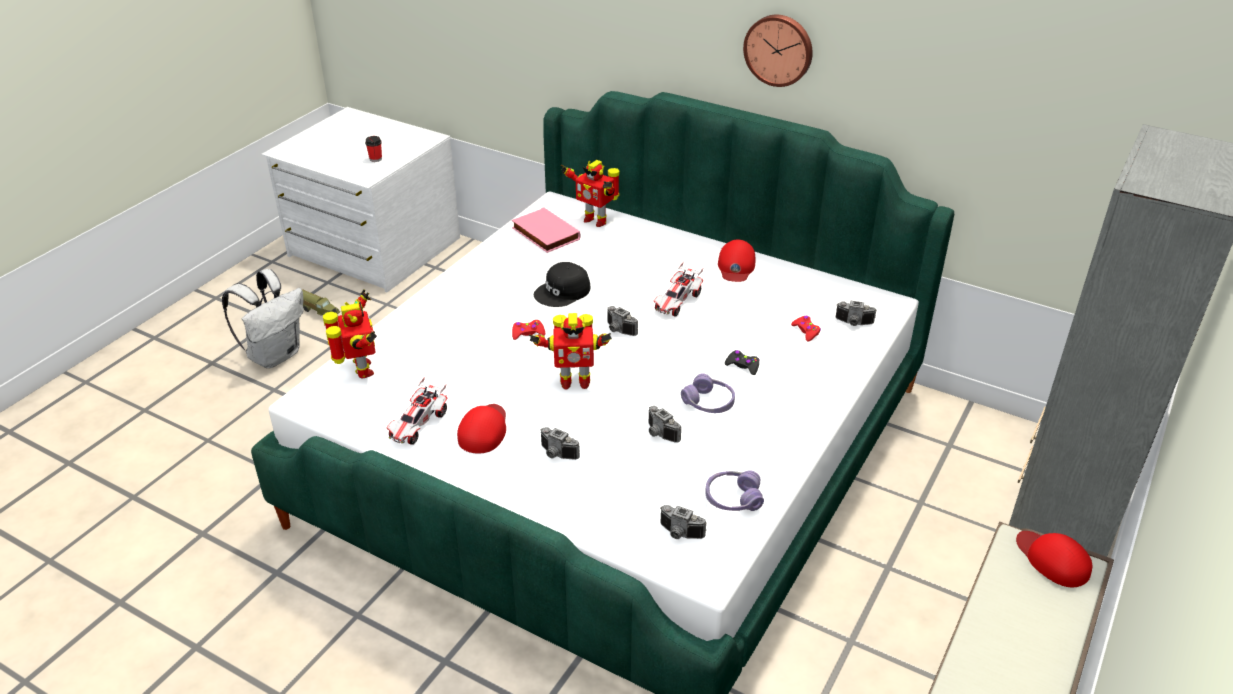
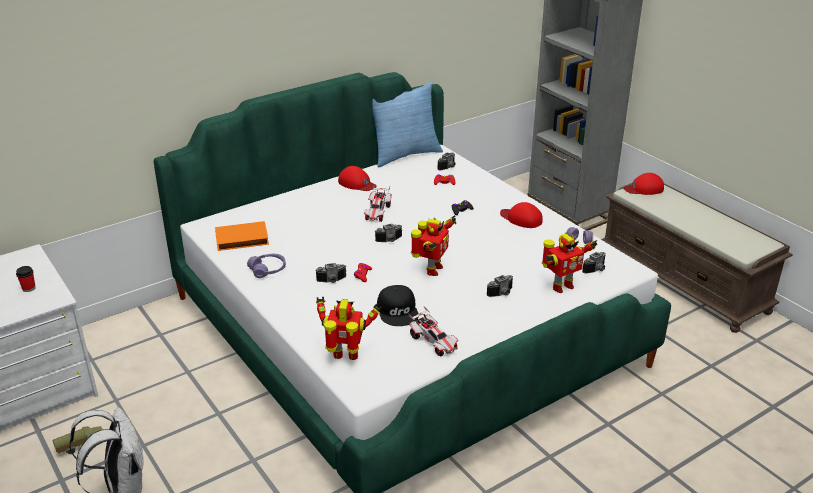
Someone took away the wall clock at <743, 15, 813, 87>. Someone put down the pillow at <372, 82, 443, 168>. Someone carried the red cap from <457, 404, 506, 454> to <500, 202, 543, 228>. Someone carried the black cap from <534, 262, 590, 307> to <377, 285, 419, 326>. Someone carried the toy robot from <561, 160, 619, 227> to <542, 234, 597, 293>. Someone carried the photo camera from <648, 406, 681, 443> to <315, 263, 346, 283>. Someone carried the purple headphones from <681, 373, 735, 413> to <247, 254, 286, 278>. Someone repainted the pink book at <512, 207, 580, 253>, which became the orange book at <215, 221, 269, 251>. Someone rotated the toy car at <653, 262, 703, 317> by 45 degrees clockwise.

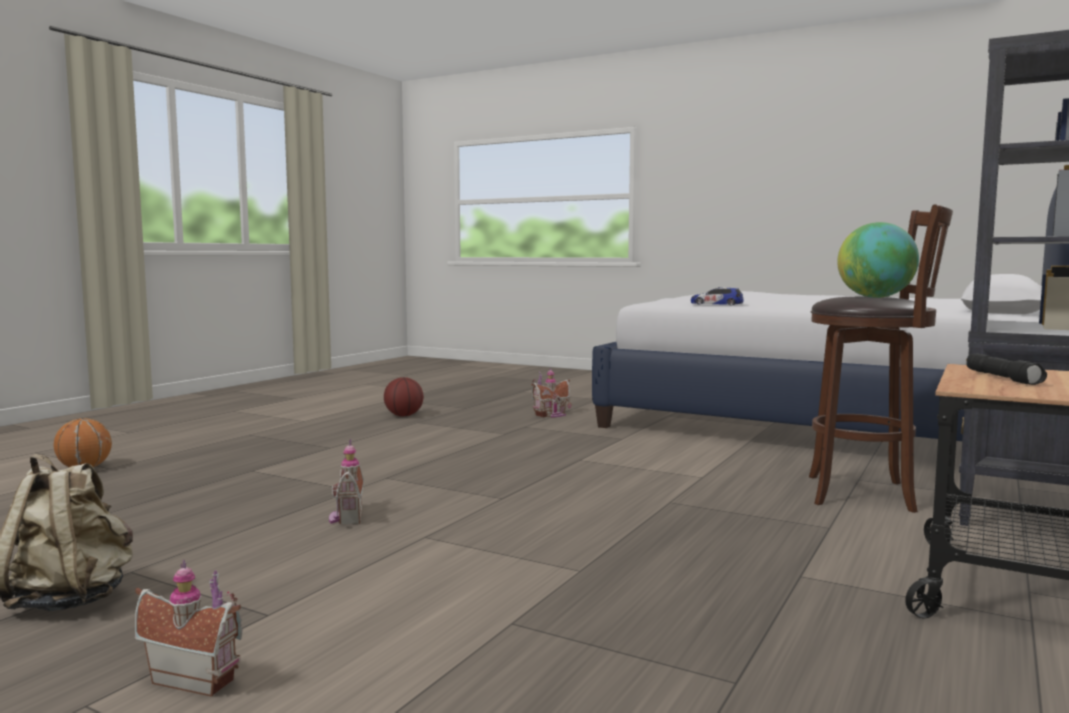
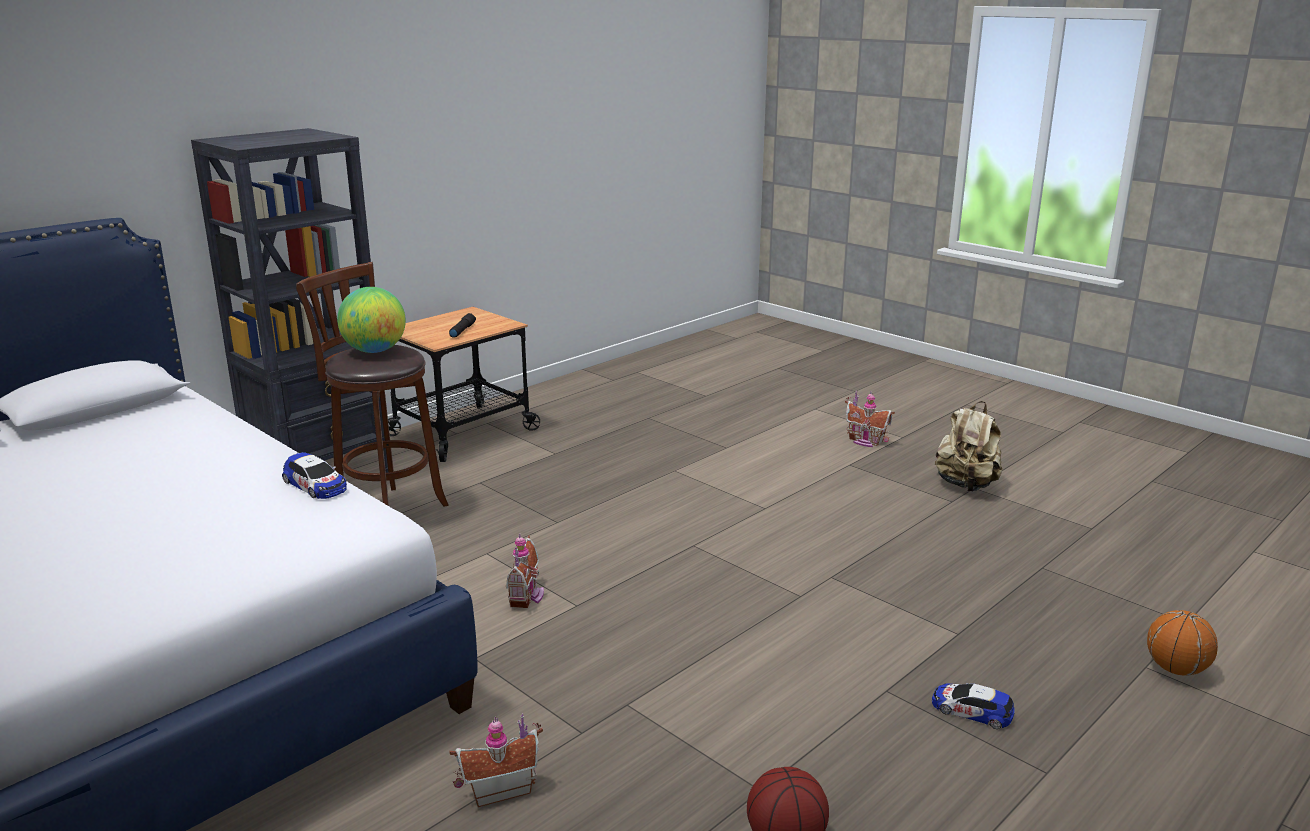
Someone put down the toy car at <932, 683, 1015, 729>. Someone carried the toy house from <329, 439, 364, 524> to <506, 534, 544, 608>.

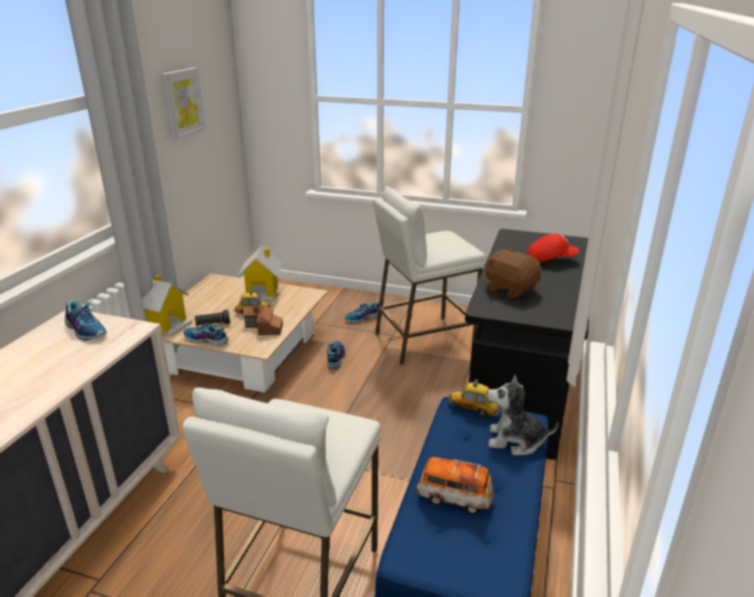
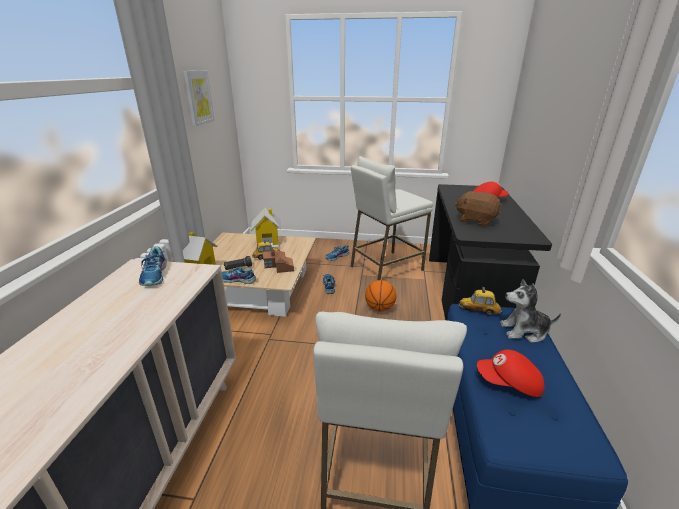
Someone put down the basketball at <365, 280, 396, 311>. Someone swapped the toy car at <417, 457, 494, 515> for the red cap at <477, 349, 544, 397>. Someone rotated the shoe at <65, 300, 107, 341> by 45 degrees clockwise.

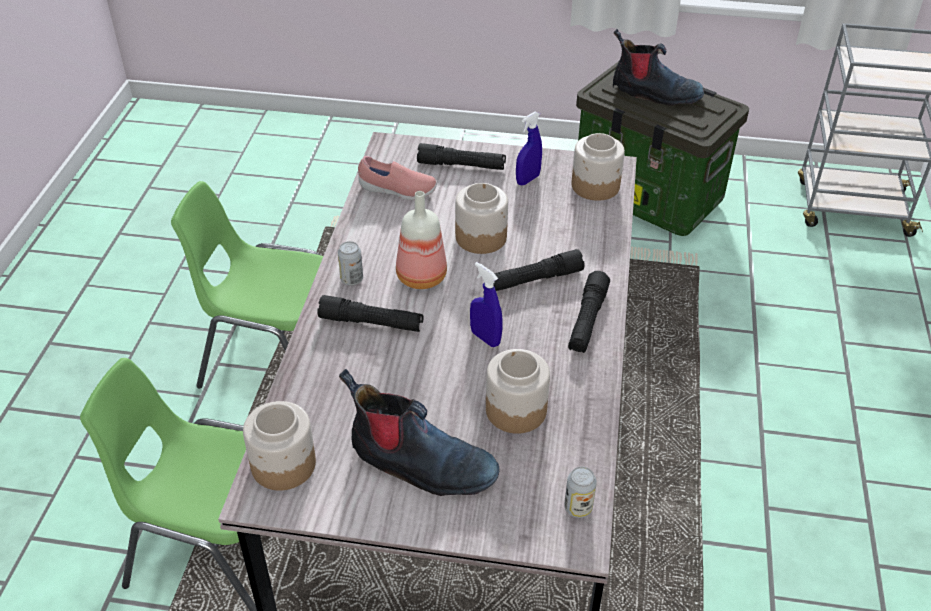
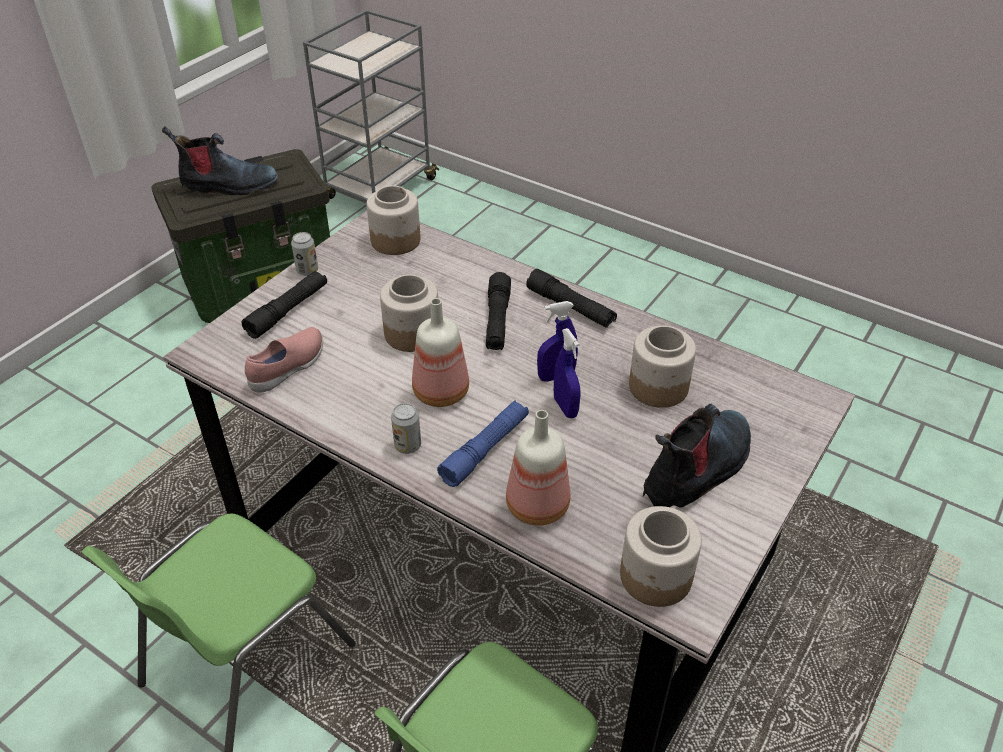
Someone put down the bottle at <506, 410, 570, 526>. Someone carried the blue spray bottle from <516, 111, 542, 185> to <554, 328, 581, 418>. Someone carried the can from <564, 467, 597, 518> to <291, 232, 318, 276>. Someone repainted the black flashlight at <317, 295, 423, 332>, which became the blue flashlight at <437, 401, 529, 487>. Someone rotated the boot at <613, 29, 704, 106> by 45 degrees clockwise.

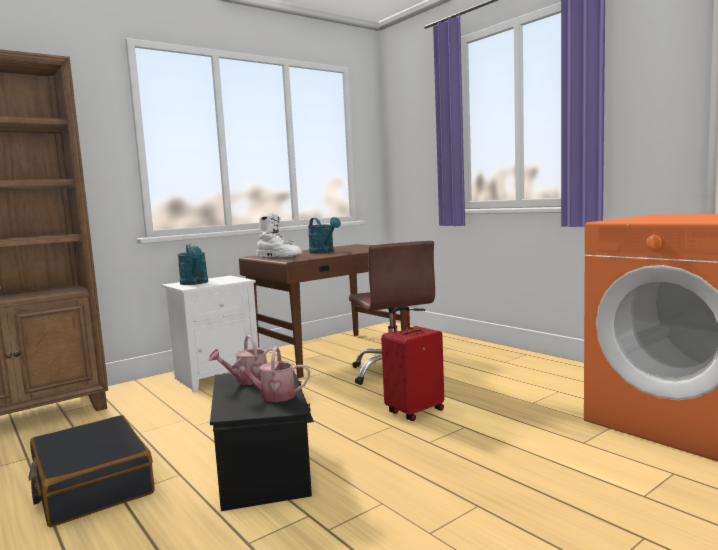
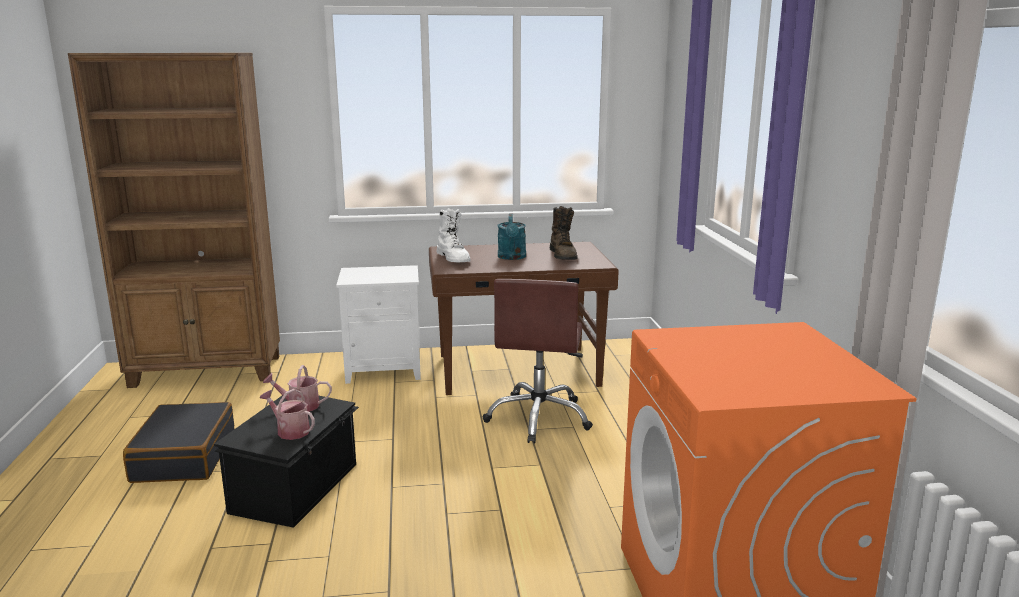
Someone took away the turquoise watering can at <177, 244, 208, 285>. Someone took away the red suitcase at <381, 306, 444, 421>. Someone put down the brown boot at <550, 206, 577, 260>.

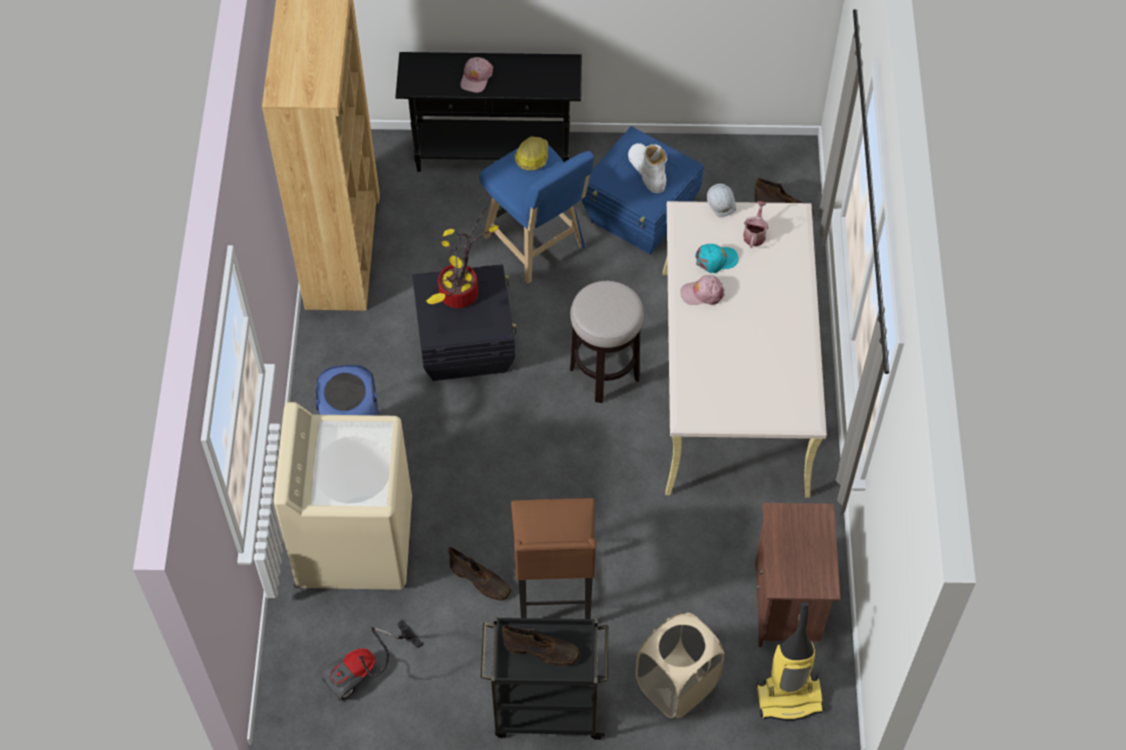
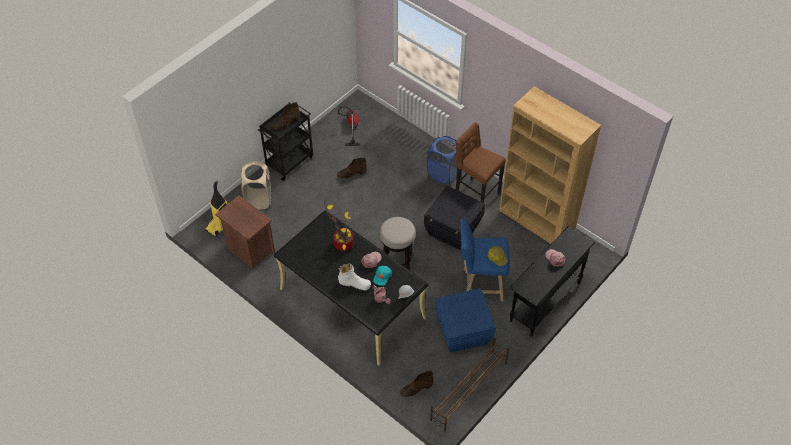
Someone took away the beige washing machine at <274, 402, 412, 590>. Someone put down the brown shoe rack at <430, 338, 509, 432>. Someone carried the potted plant from <426, 208, 499, 308> to <324, 202, 354, 251>. Someone carried the brown stool from <511, 498, 596, 619> to <456, 122, 506, 203>. Someone carried the white boot from <628, 143, 667, 193> to <338, 264, 371, 291>. Someone repainted the beige desk at <663, 201, 827, 497>, which became the black desk at <274, 210, 429, 366>.

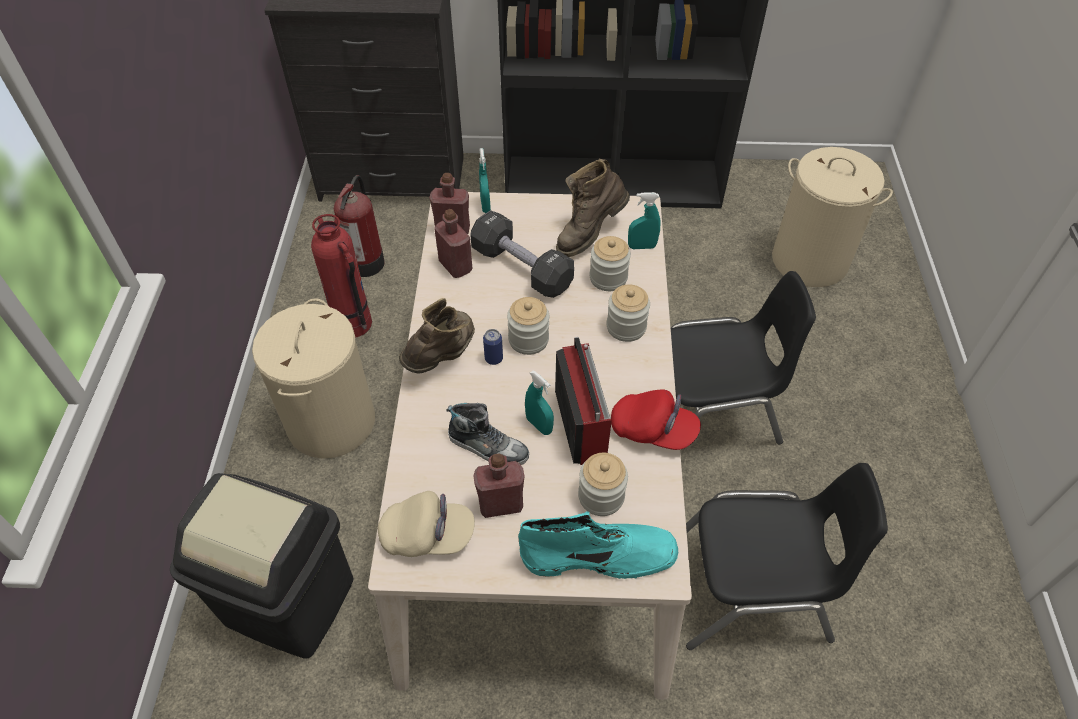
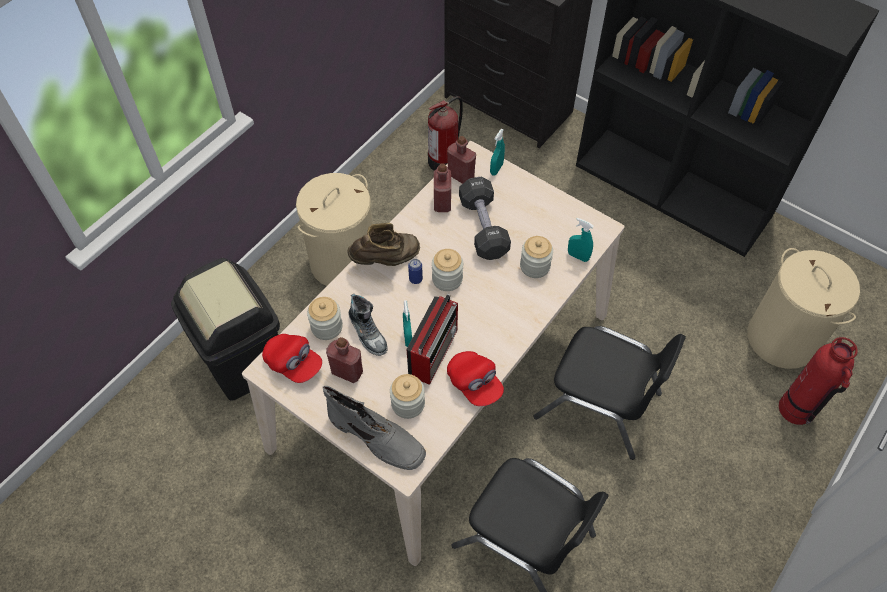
Someone took away the brown boot at <556, 159, 630, 257>. Someone carried the fire extinguisher from <311, 214, 372, 338> to <779, 337, 858, 425>. Someone carried the jar from <607, 284, 650, 342> to <307, 297, 343, 340>. Someone repainted the beige cap at <378, 491, 475, 557>, which became the red cap at <262, 334, 322, 383>. Someone repainted the turquoise boot at <518, 511, 678, 579>, which became the grey boot at <323, 386, 426, 470>.

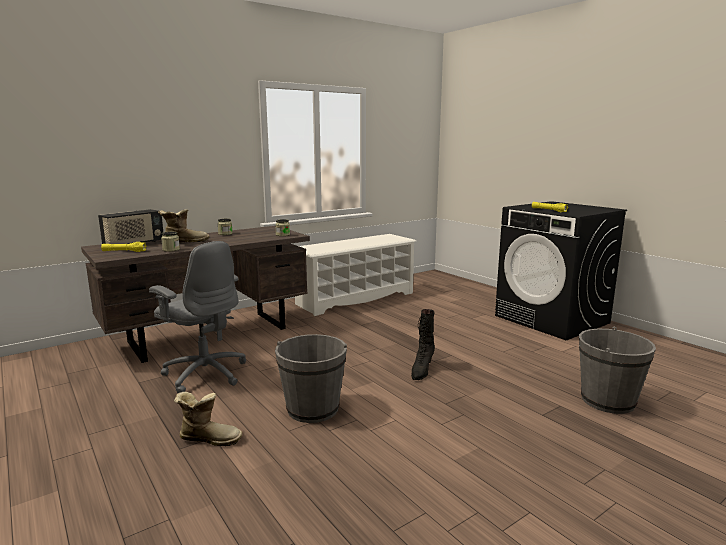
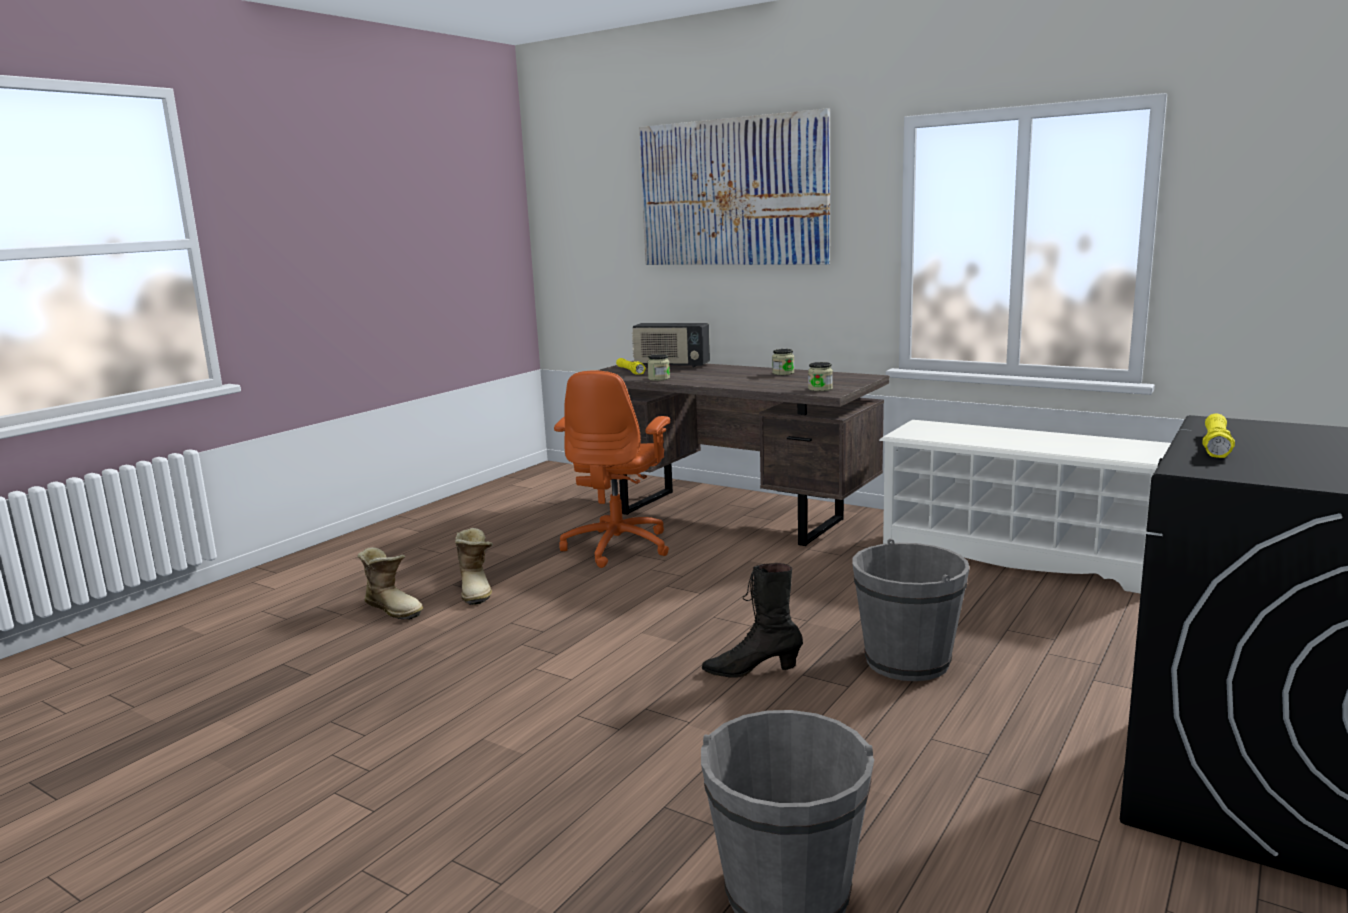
Someone put up the picture at <639, 109, 830, 265>. Someone carried the boot from <158, 209, 210, 242> to <357, 547, 423, 620>. Someone carried the grey bucket from <275, 334, 347, 423> to <852, 538, 970, 681>. Someone repainted the grey office chair at <149, 241, 246, 393>, which became the orange office chair at <554, 371, 670, 568>.

